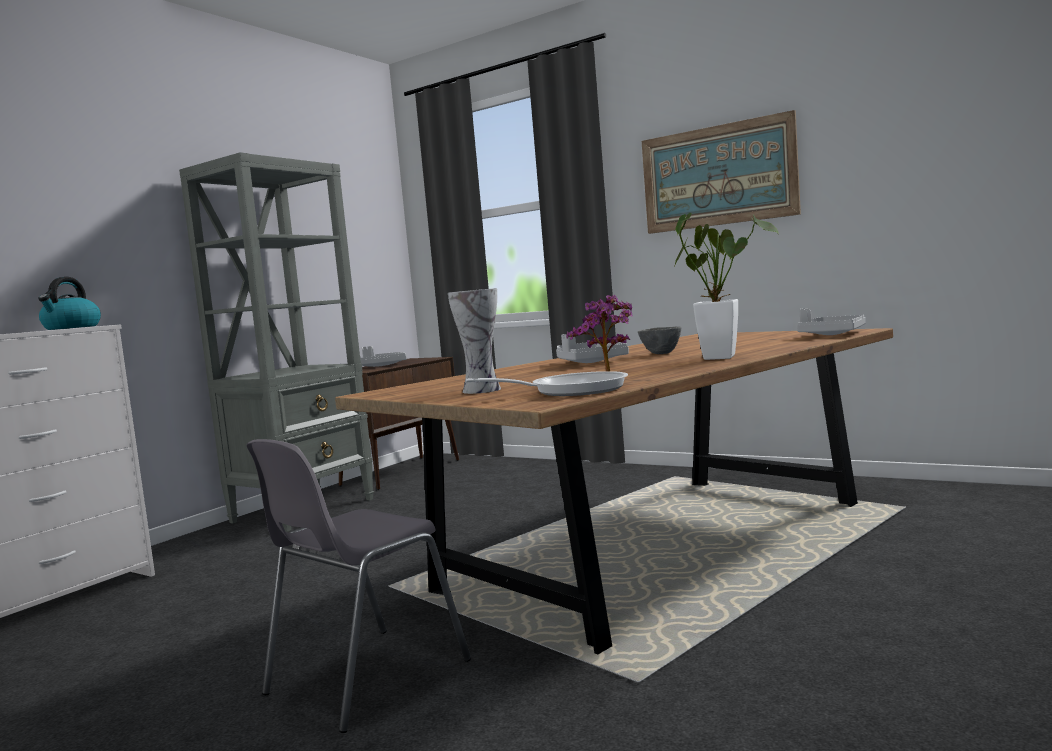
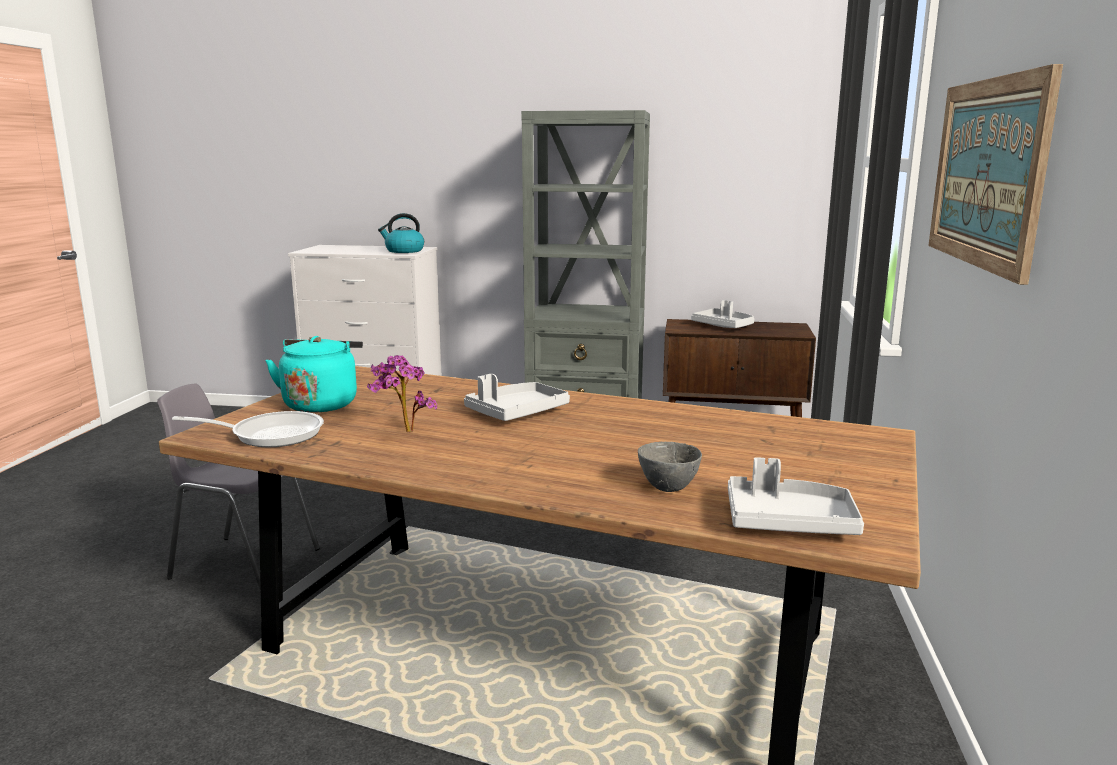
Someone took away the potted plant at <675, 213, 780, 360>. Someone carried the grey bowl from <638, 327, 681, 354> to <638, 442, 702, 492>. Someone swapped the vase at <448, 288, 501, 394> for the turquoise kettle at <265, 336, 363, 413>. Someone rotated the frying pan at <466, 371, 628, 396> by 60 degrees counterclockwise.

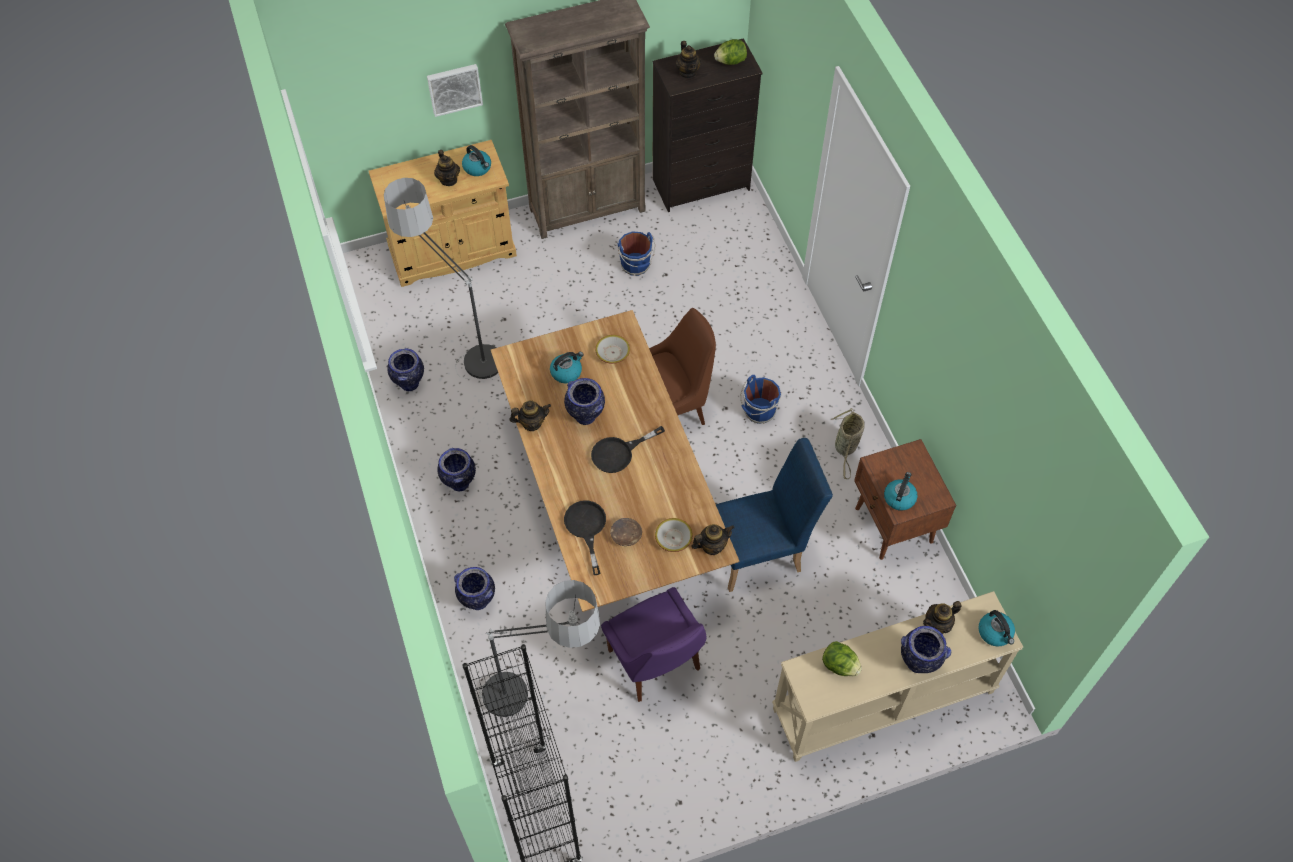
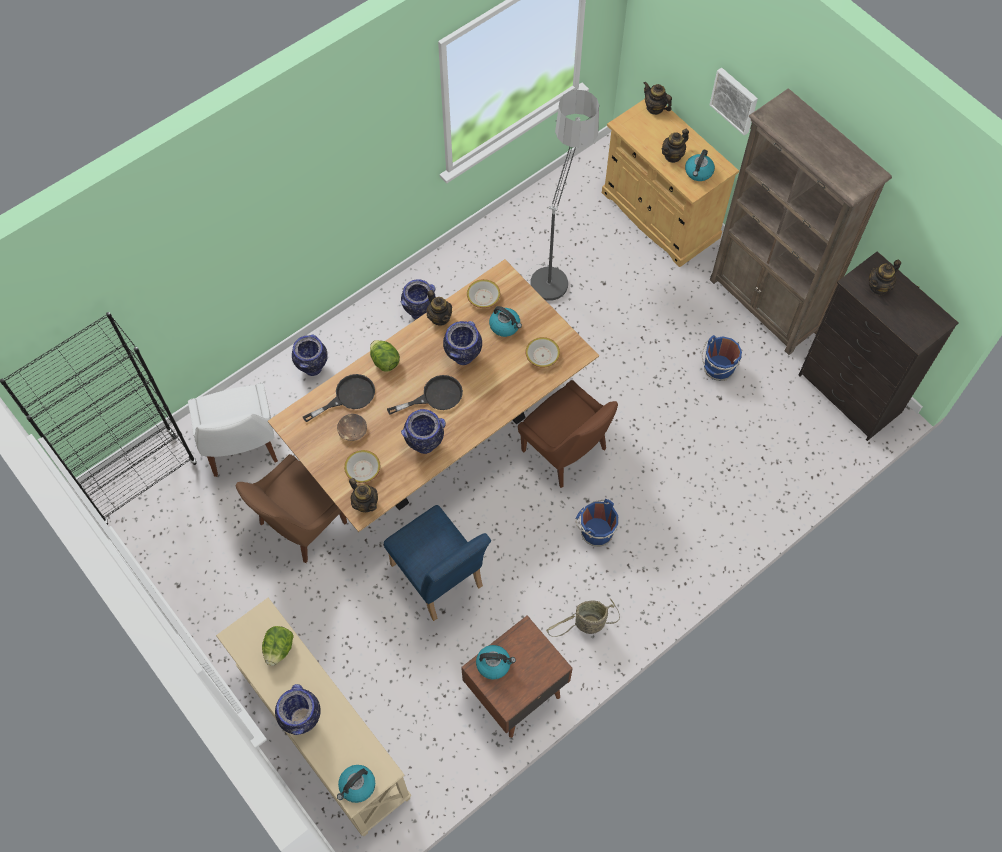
Someone put down the bowl at <467, 279, 500, 308>. Someone carried the vase from <387, 348, 424, 391> to <401, 409, 446, 454>. Someone carried the lettuce from <714, 39, 747, 65> to <370, 340, 400, 372>. Someone carried the teapot from <923, 601, 962, 634> to <644, 81, 672, 115>. Someone swapped the floor lamp at <479, 580, 600, 717> for the white chair at <188, 383, 278, 477>. Someone repainted the purple chair at <601, 587, 707, 702>, which became the brown chair at <236, 454, 347, 563>. Someone rotated the black frying pan at <591, 426, 665, 473> by 120 degrees clockwise.

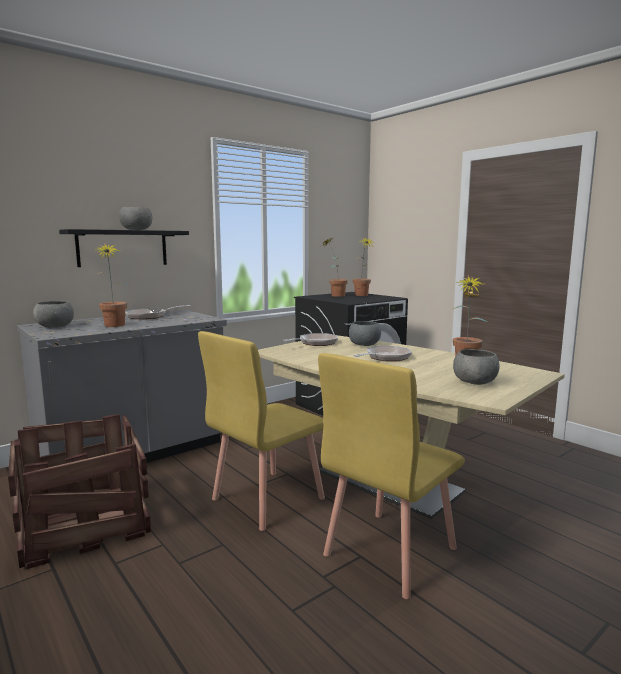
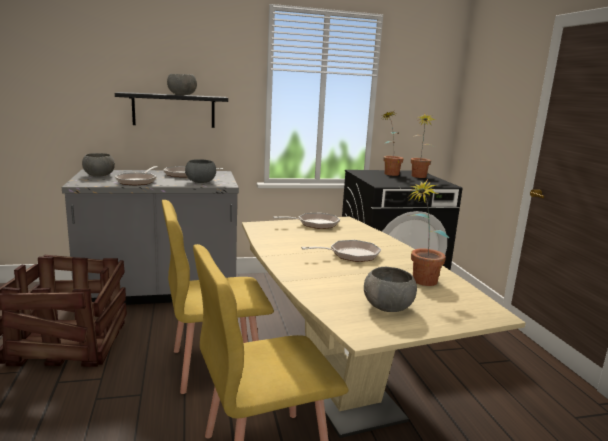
Someone carried the grey bowl from <349, 321, 381, 346> to <185, 159, 216, 183>. Someone swapped the potted plant at <96, 243, 127, 327> for the frying pan at <115, 166, 157, 186>.

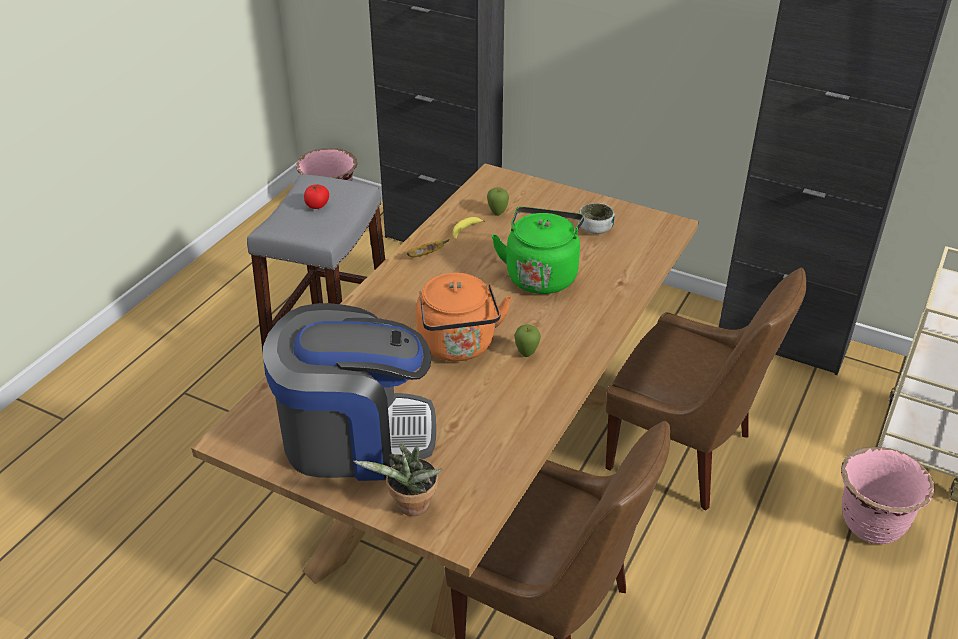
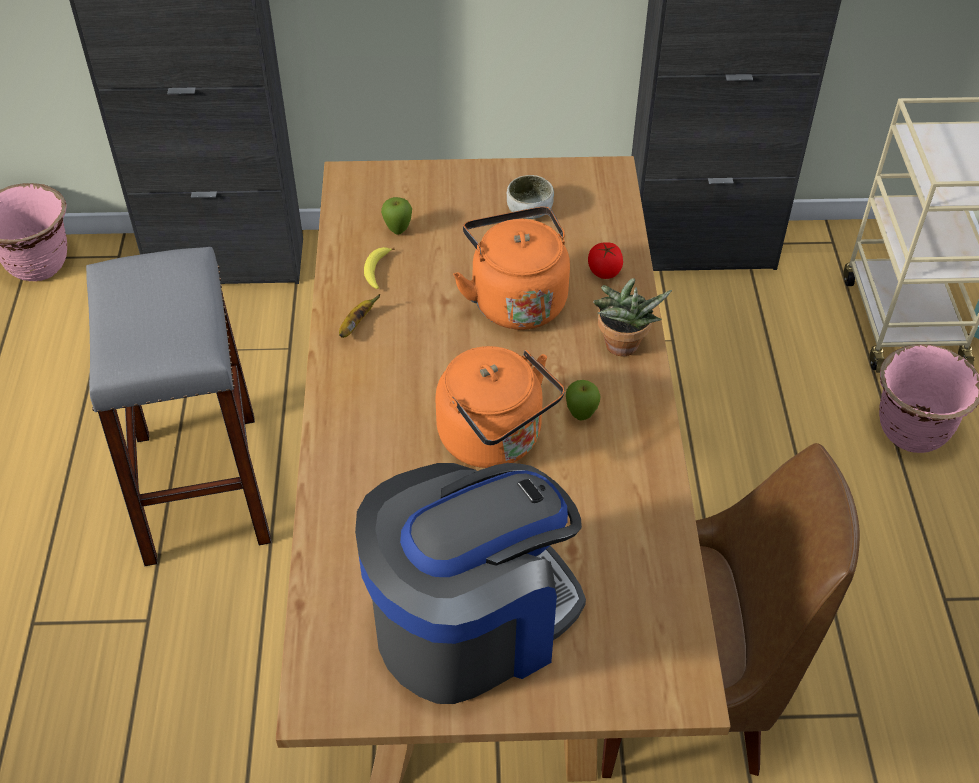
Someone took away the brown chair at <605, 268, 807, 511>. Someone carried the tomato from <304, 184, 329, 209> to <588, 242, 623, 279>. Someone carried the potted plant from <353, 443, 443, 516> to <593, 278, 672, 356>. Someone repainted the green kettle at <492, 207, 584, 294>, which became the orange kettle at <453, 207, 570, 330>.

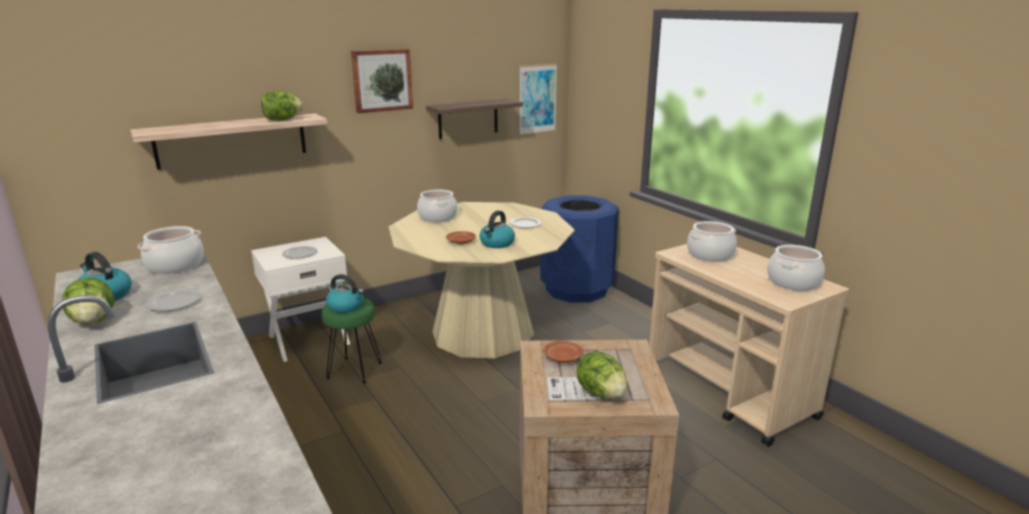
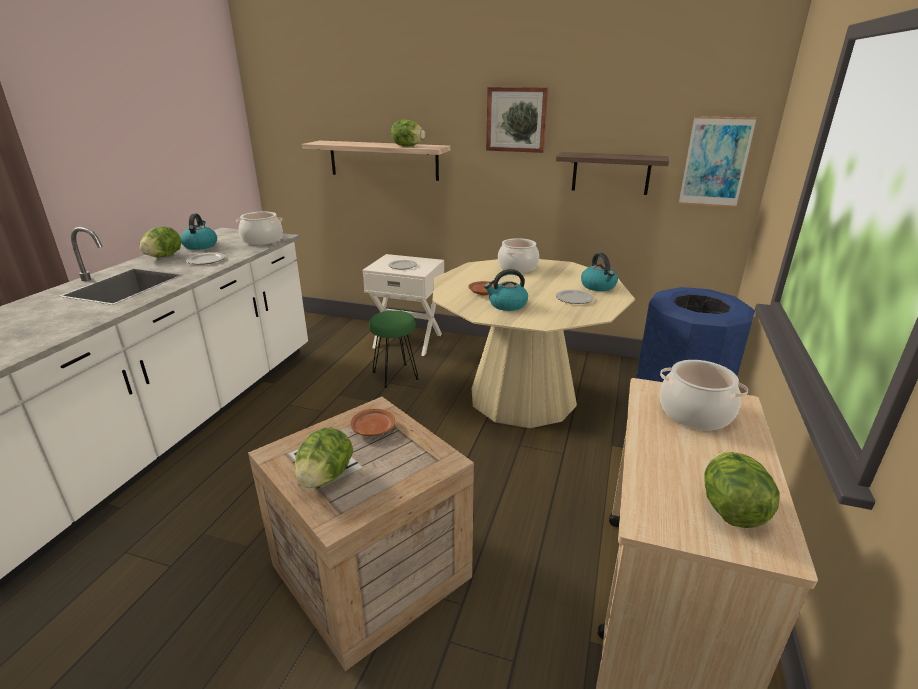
Someone carried the kettle from <326, 274, 364, 313> to <581, 253, 618, 291>. Someone swapped the cooking pot at <767, 245, 825, 291> for the lettuce at <705, 452, 780, 528>.

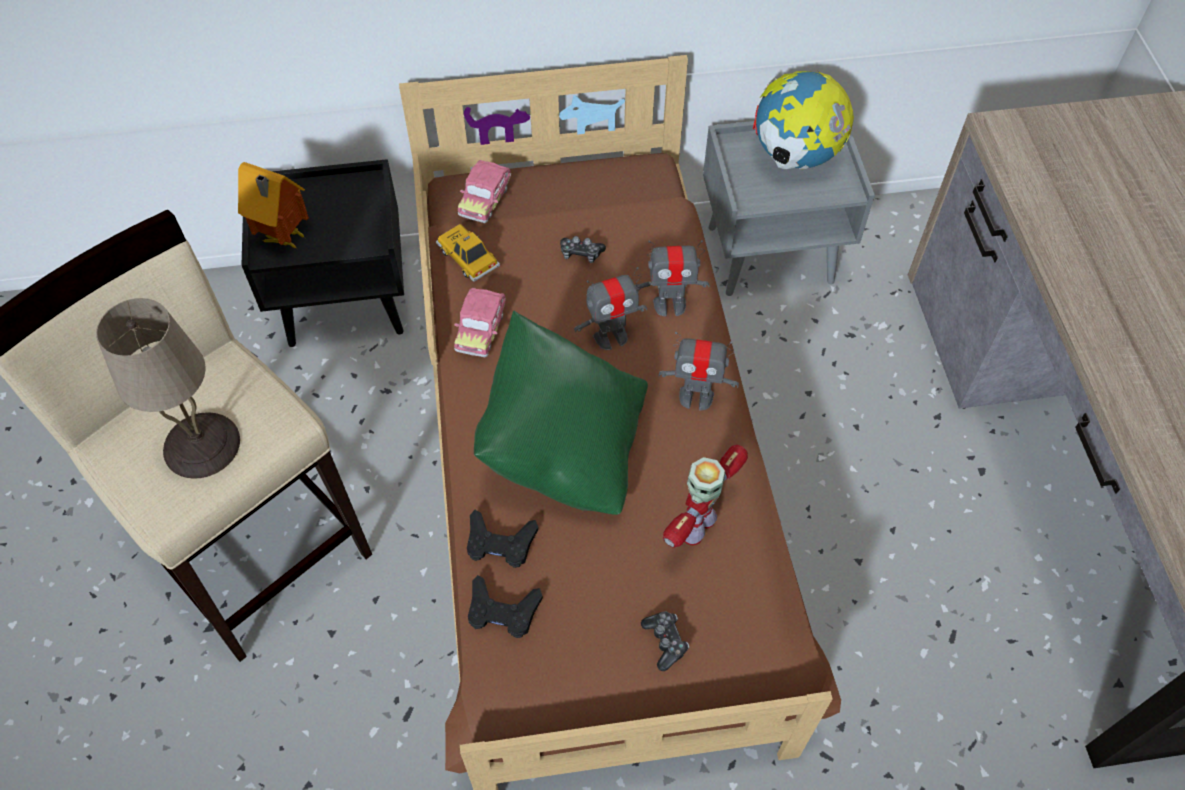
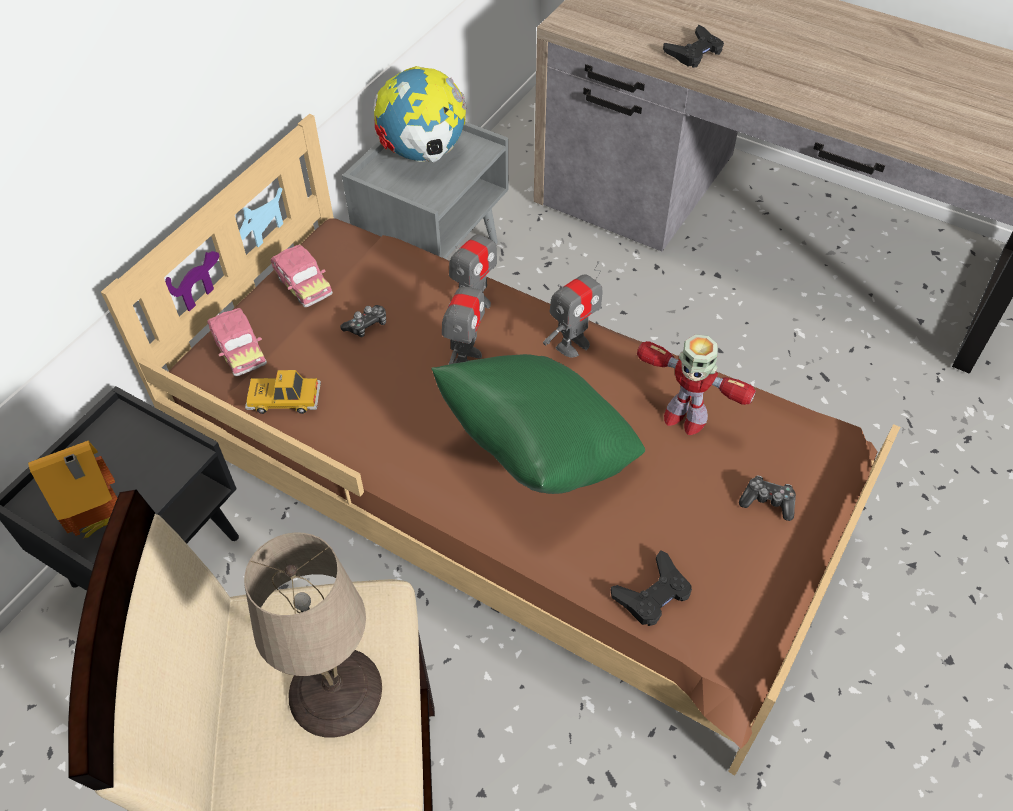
Someone carried the toy car from <454, 288, 505, 357> to <271, 245, 333, 307>. Someone carried the black game controller from <467, 510, 538, 568> to <663, 25, 724, 68>. Someone rotated the toy robot at <663, 445, 748, 548> by 45 degrees counterclockwise.

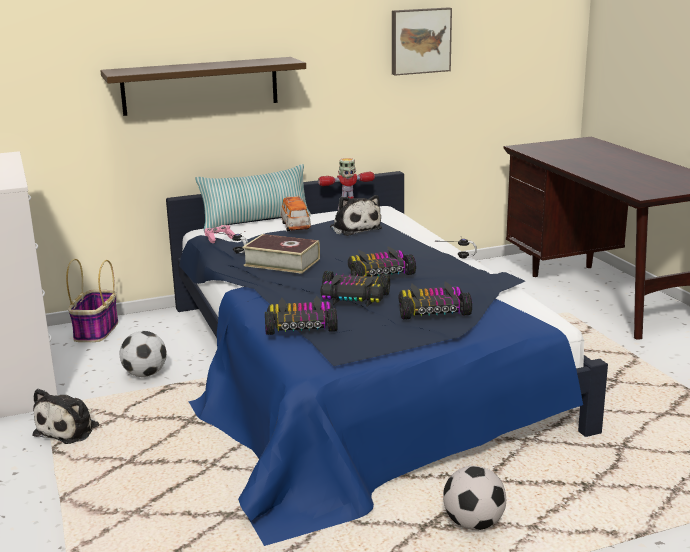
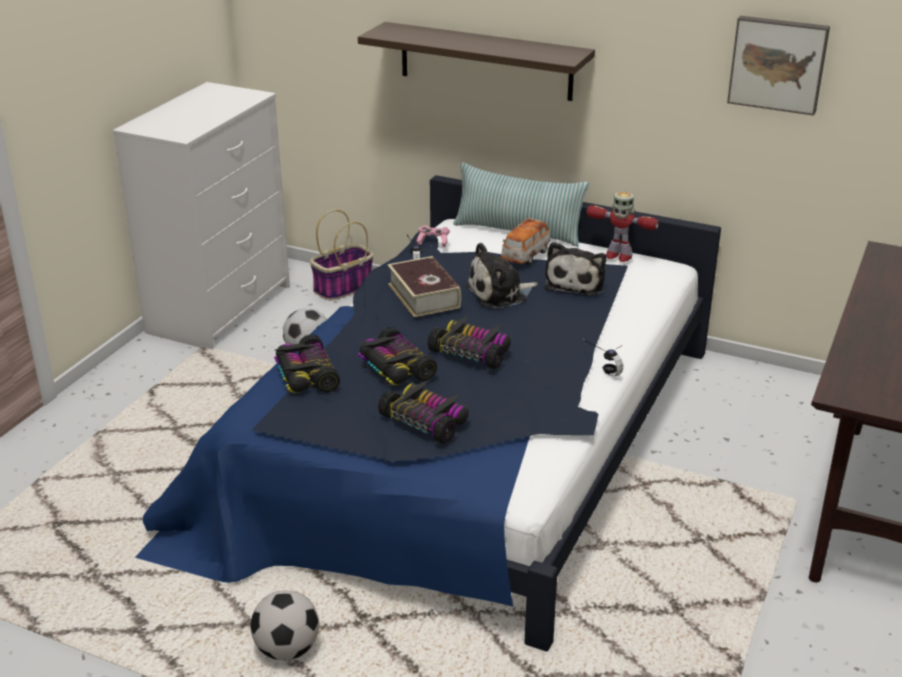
Someone carried the plush toy from <33, 388, 99, 444> to <465, 243, 538, 308>. Someone rotated the toy car at <265, 296, 338, 335> by 150 degrees counterclockwise.

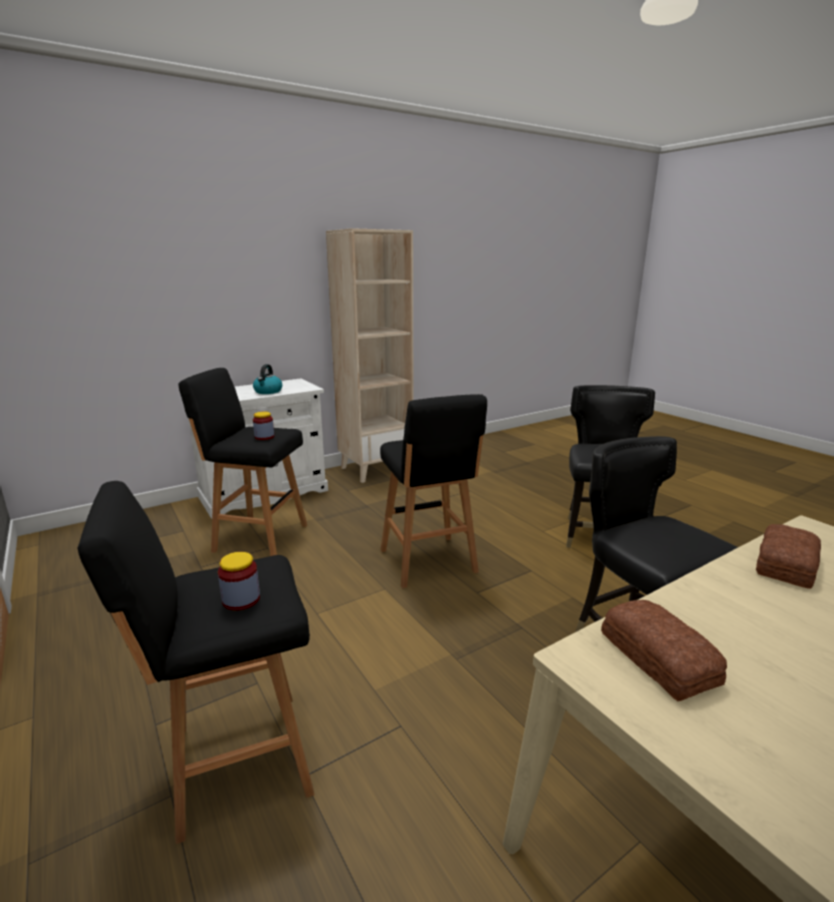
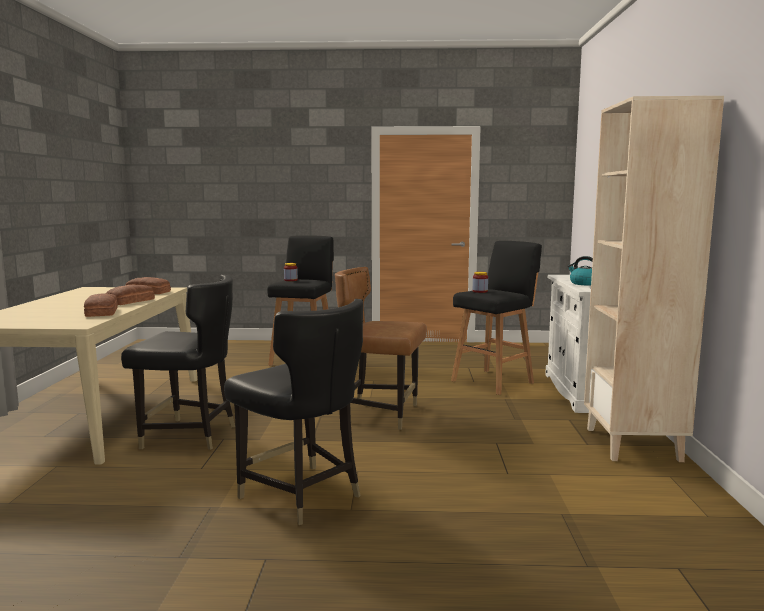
Someone put down the bread at <106, 285, 155, 305>. Someone swapped the black stool at <380, 394, 487, 588> for the brown chair at <335, 267, 427, 430>.

